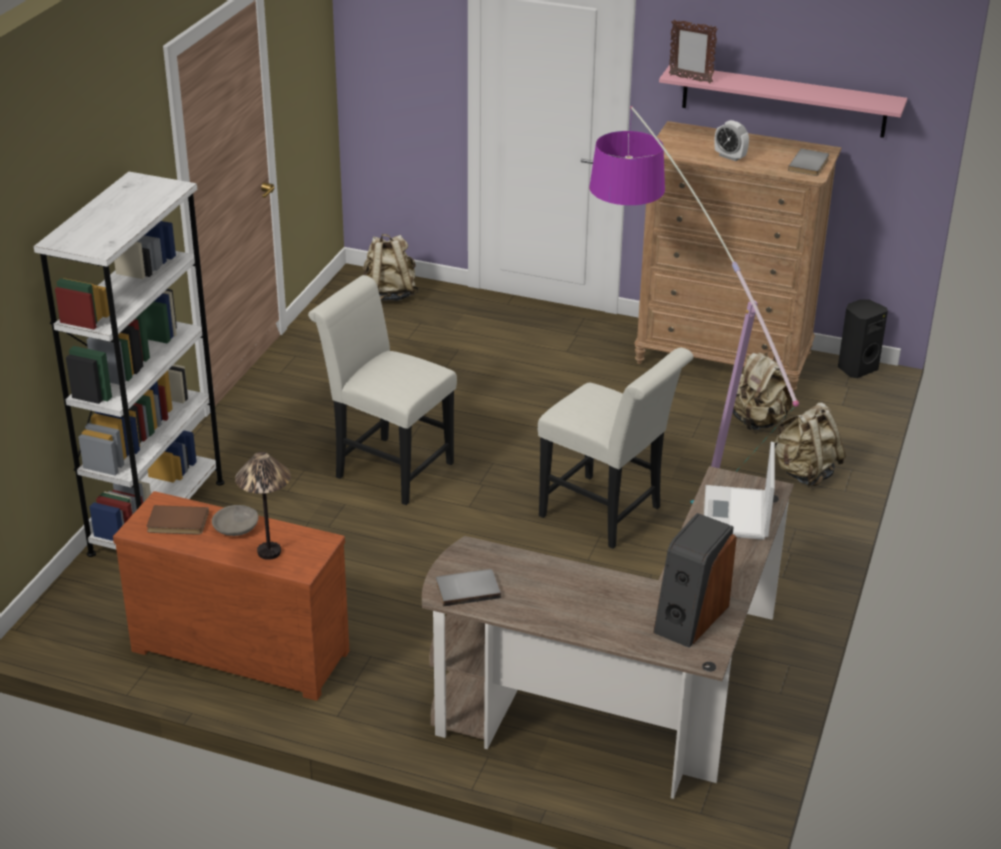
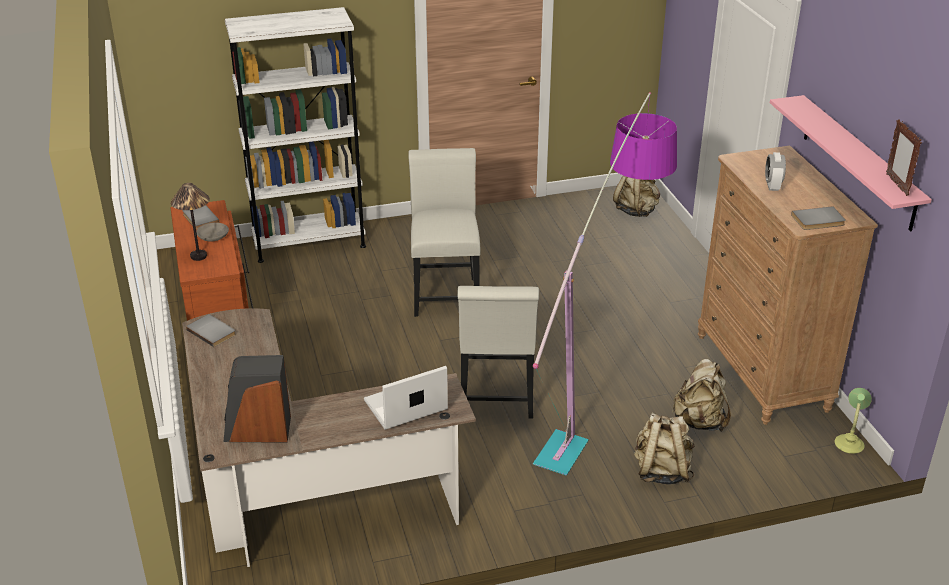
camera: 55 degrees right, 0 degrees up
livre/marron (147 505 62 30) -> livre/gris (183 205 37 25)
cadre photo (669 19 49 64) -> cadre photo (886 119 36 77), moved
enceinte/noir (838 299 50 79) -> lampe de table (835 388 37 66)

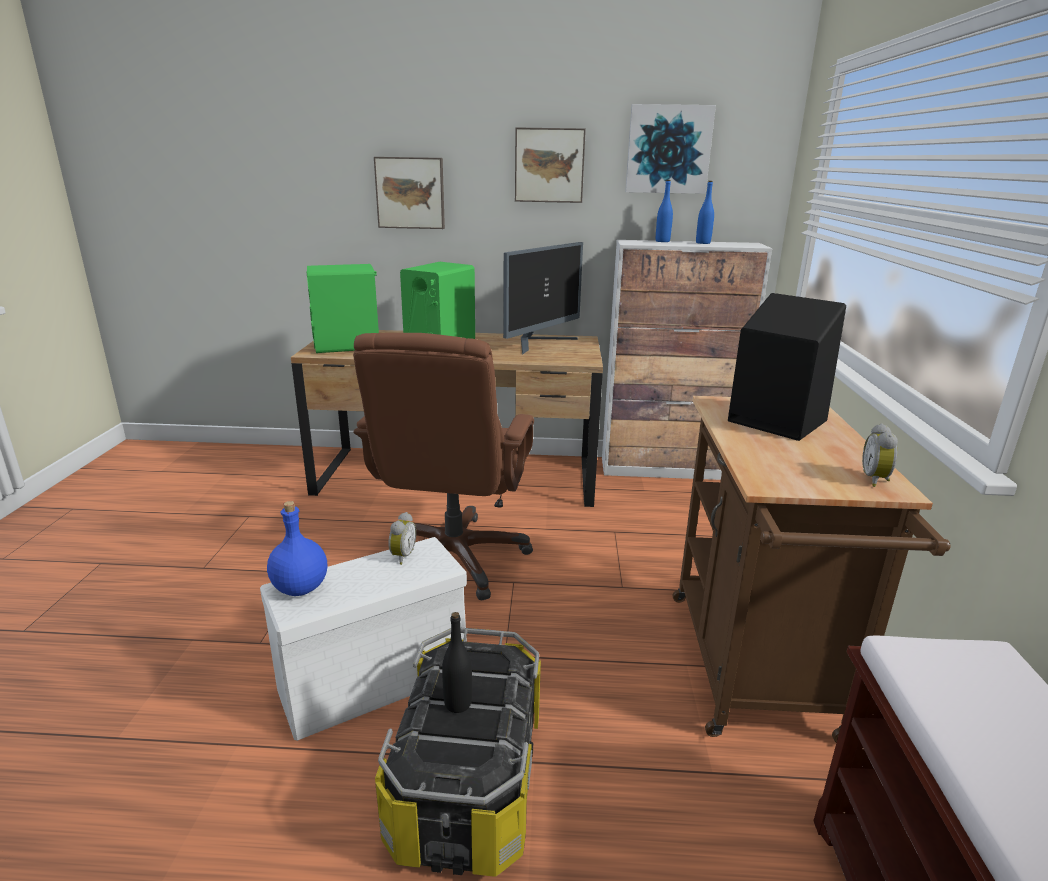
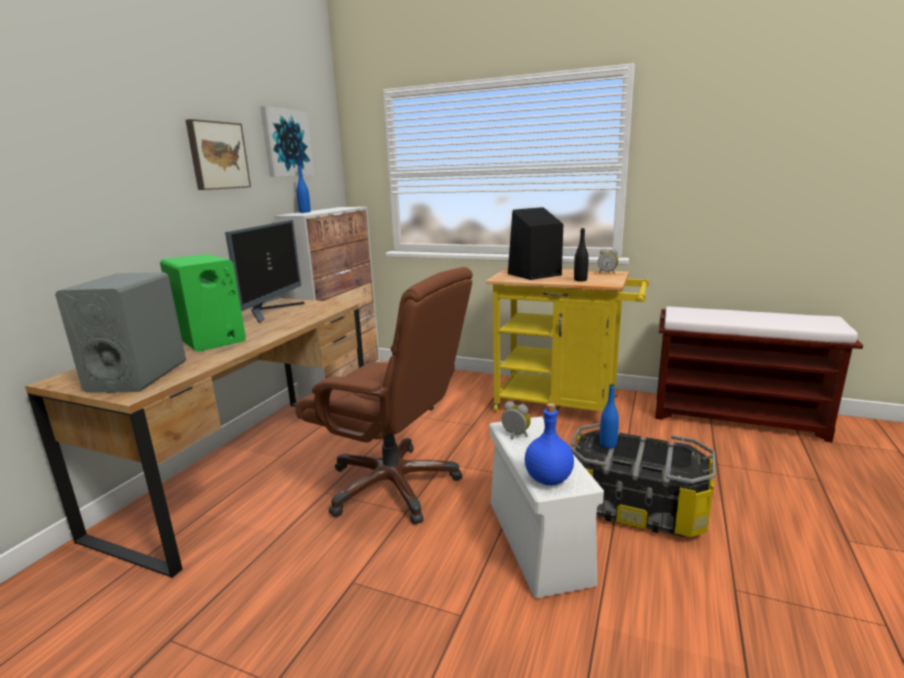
camera: 70 degrees left, 5 degrees down
enceinte/vert (307 264 72 89) -> enceinte/gris (55 272 131 121)
tableau (374 157 71 72) -> none
bouteille/noir (442 612 30 101) -> bouteille/noir (574 228 14 53), moved
écran d'ordinateur (503 242 80 113) -> écran d'ordinateur (225 220 79 104), 45 degrees clockwise
chariot/marron (672 396 278 347) -> chariot/jaune (485 267 164 145)
bouteille/bleu (696 181 18 63) -> bouteille/bleu (600 384 19 64), moved

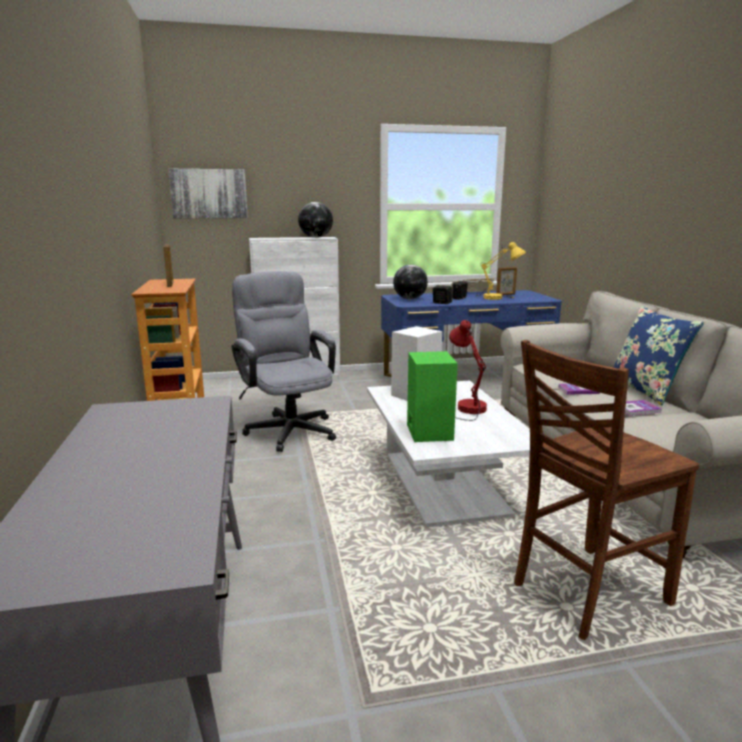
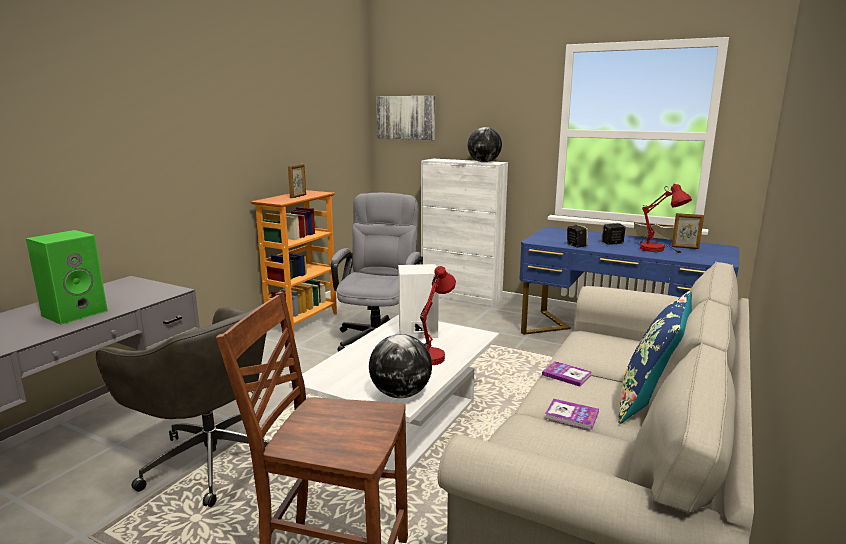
camera: 40 degrees right, 0 degrees up
globe (393 265 35 34) -> globe (369 334 63 64), moved
enceinte/vert (407 351 51 91) -> enceinte/vert (26 230 82 95), moved
lampe de table/jaune (475 242 51 58) -> lampe de table/rouge (639 184 53 69)
none -> chaise de bureau/gris (96 305 174 202)

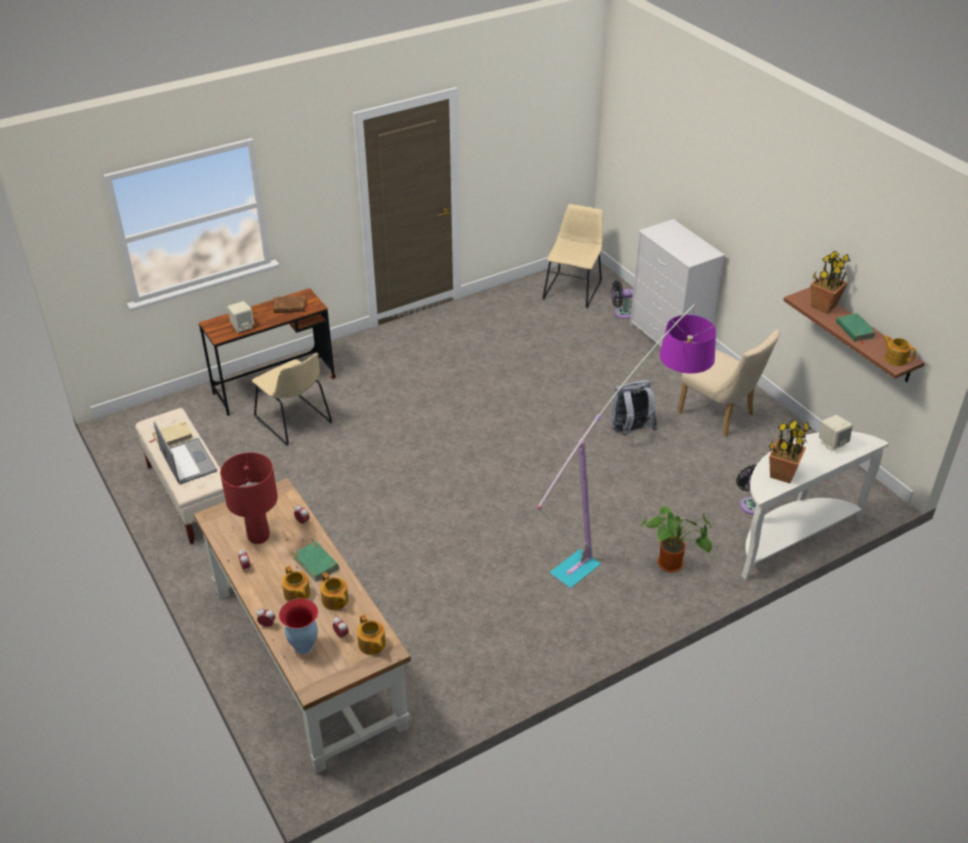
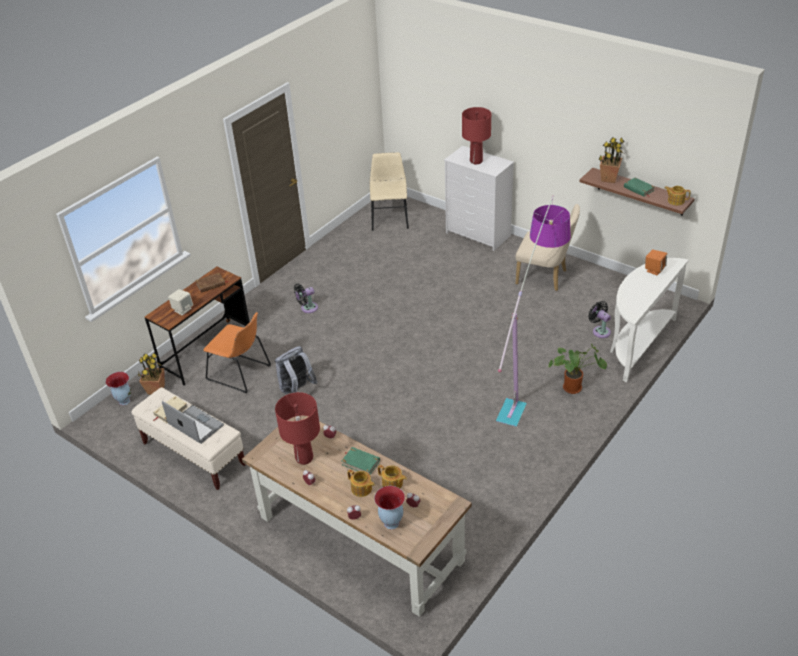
camera: 20 degrees left, 0 degrees up
chaise/beige (252 353 80 93) -> chaise/orange (203 312 68 81)
théière (357 614 29 41) -> none
ventilateur/noir (611 281 22 38) -> ventilateur/noir (294 284 24 29), moved
sac à dos/gris (611 380 46 56) -> sac à dos/gris (275 346 43 48), moved
plante en pot (769 419 42 64) -> plante en pot (138 353 27 42), moved
enceinte/beige (819 415 34 36) -> enceinte/orange (645 250 22 25)
none -> vase (106 372 25 33)
none -> lampe de table/rouge (462 107 29 57)

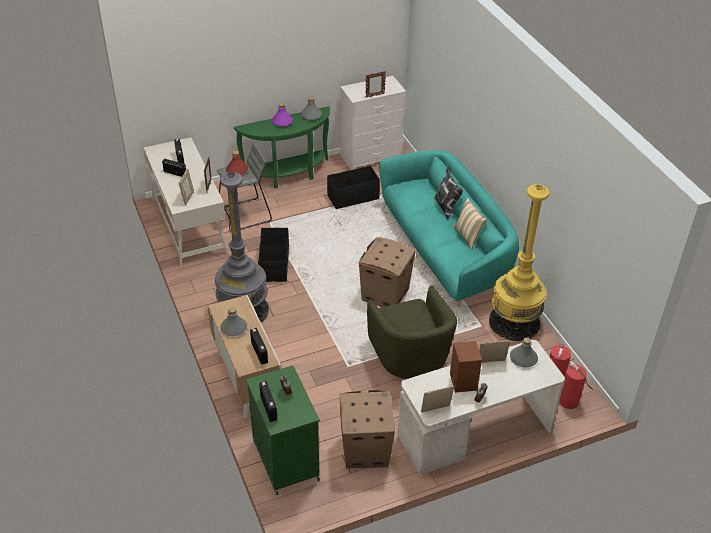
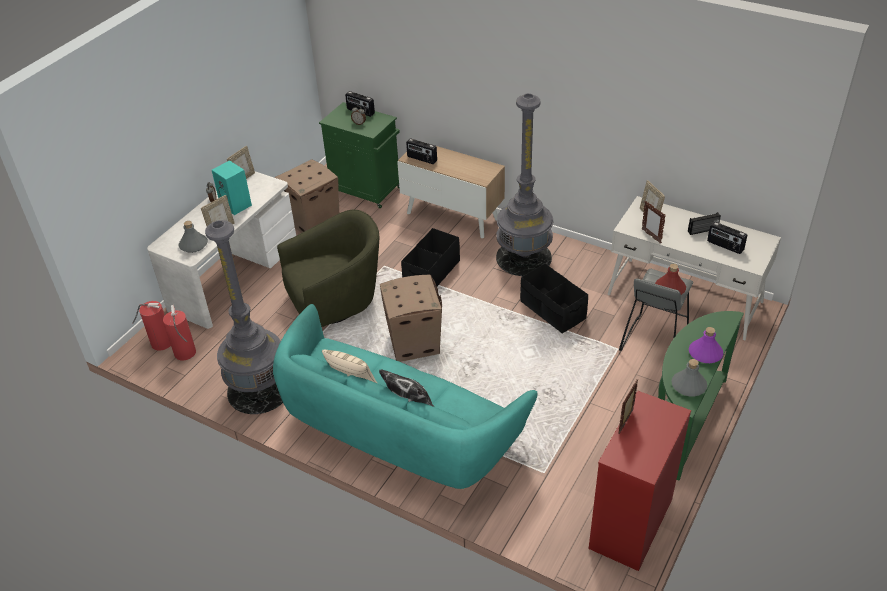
camera: 145 degrees right, 0 degrees up
bouteille/gris (220 307 27 29) -> none
boîte de rangement/noir (327 166 53 43) -> boîte de rangement/noir (401 228 59 58), moved
commode/blanc (340 76 66 94) -> commode/rouge (589 391 102 180)
fauteuil/vert (367 285 90 94) -> fauteuil/vert (277 210 102 117), 120 degrees clockwise
enceinte/marron (450 341 32 52) -> enceinte/turquoise (212 160 40 55)
lampadaire/jaune (489 184 60 157) -> lampadaire/gris (205 220 78 194)

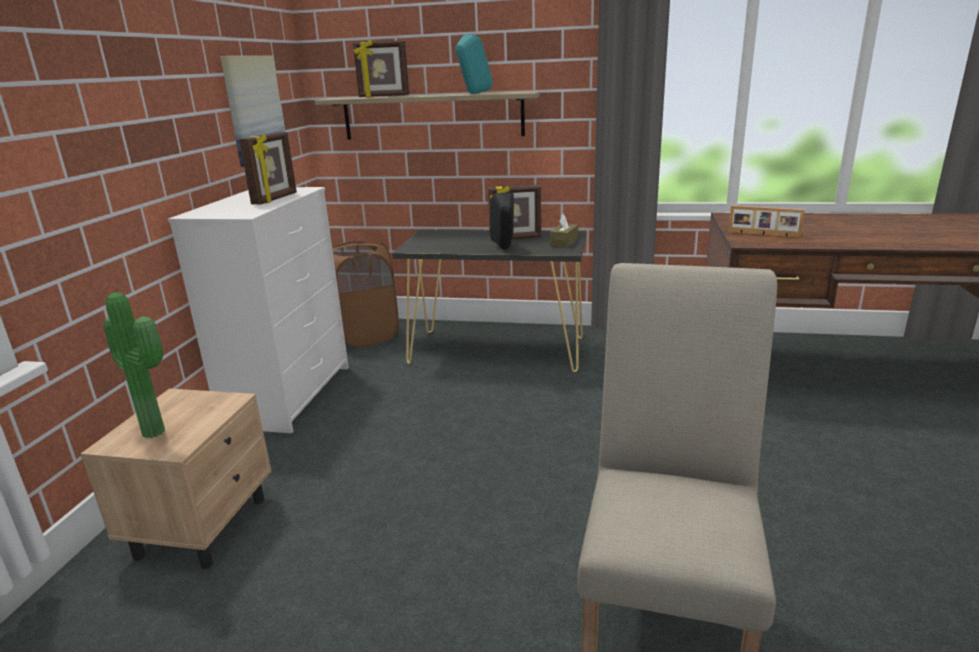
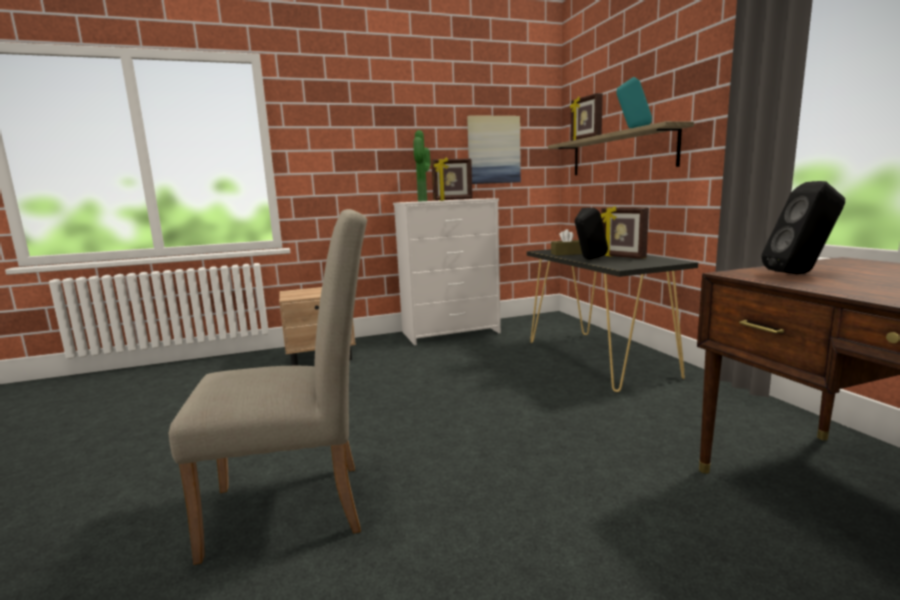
camera: 60 degrees right, 10 degrees down
plante en pot (104 292 61 146) -> plante en pot (413 130 17 71), moved
panier à linge/marron (332 241 67 106) -> none
boîte à mouchoirs/marron (550 214 28 34) -> boîte à mouchoirs/marron (551 229 31 27), moved
cadre photo (728 205 77 33) -> enceinte/noir (761 181 84 93)

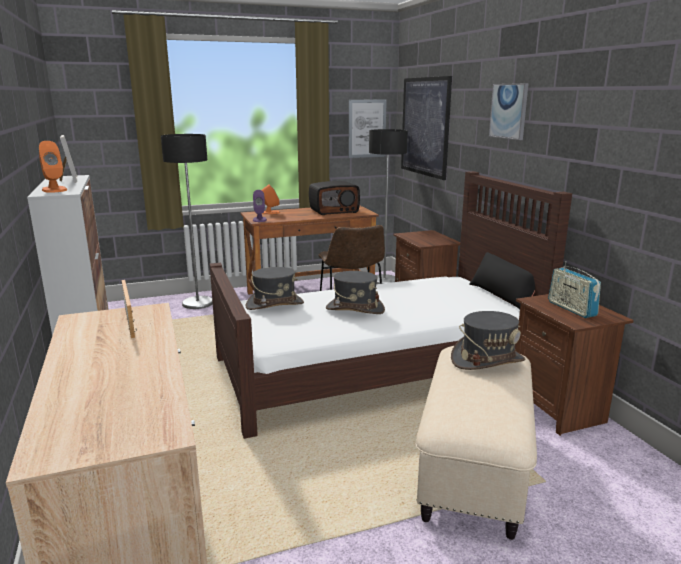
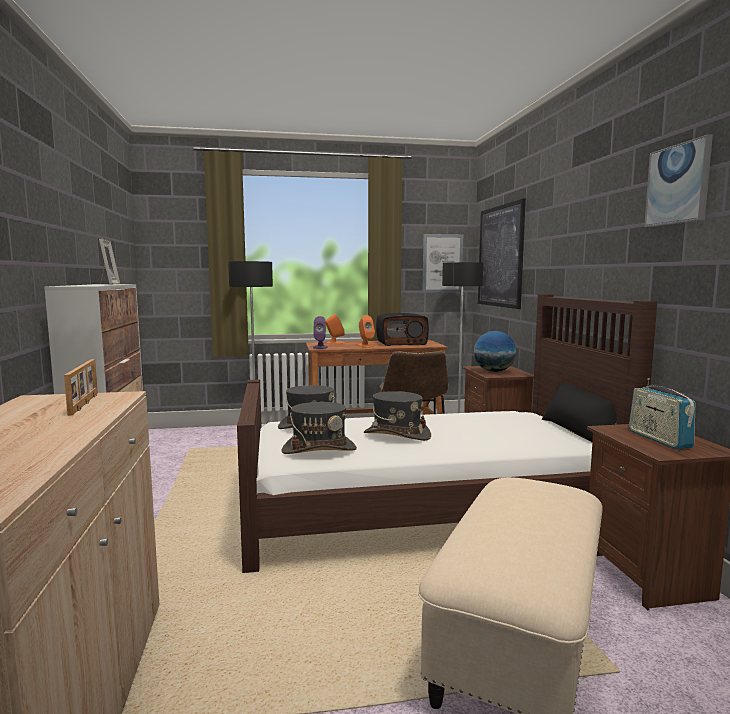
camera: 10 degrees right, 10 degrees down
enceinte/orange (39 141 28 52) -> enceinte/orange (358 315 17 32), moved
chapeau/gris (451 311 74 59) -> chapeau/gris (281 402 76 52), moved
tableau (489 83 40 57) -> tableau (644 134 69 93), moved
none -> globe (474 331 42 41)

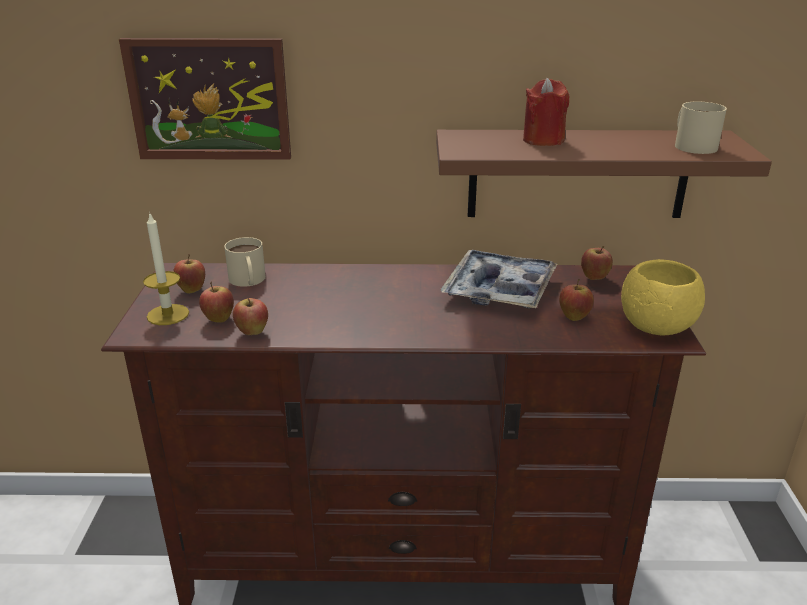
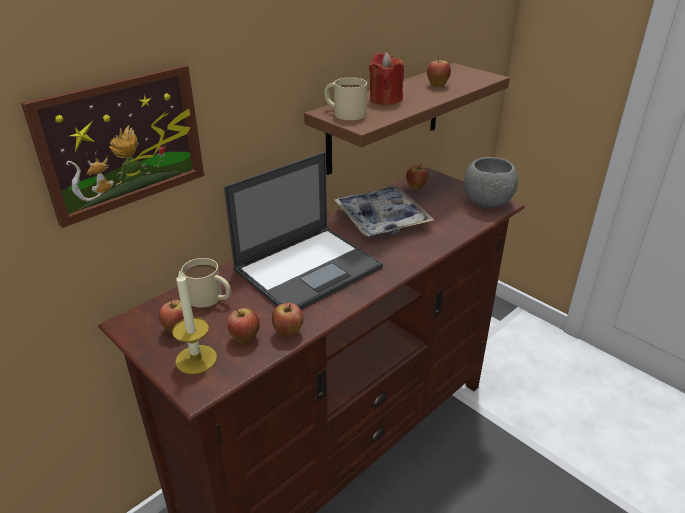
camera: 45 degrees left, 5 degrees up
pomme (559 279 35 42) -> pomme (427 55 24 32), moved
bol/jaune (621 259 84 77) -> bol/gris (464 157 54 51)
mug/beige (675 102 52 52) -> mug/beige (325 77 42 43), moved
none -> ordinateur portable (224 152 159 158)

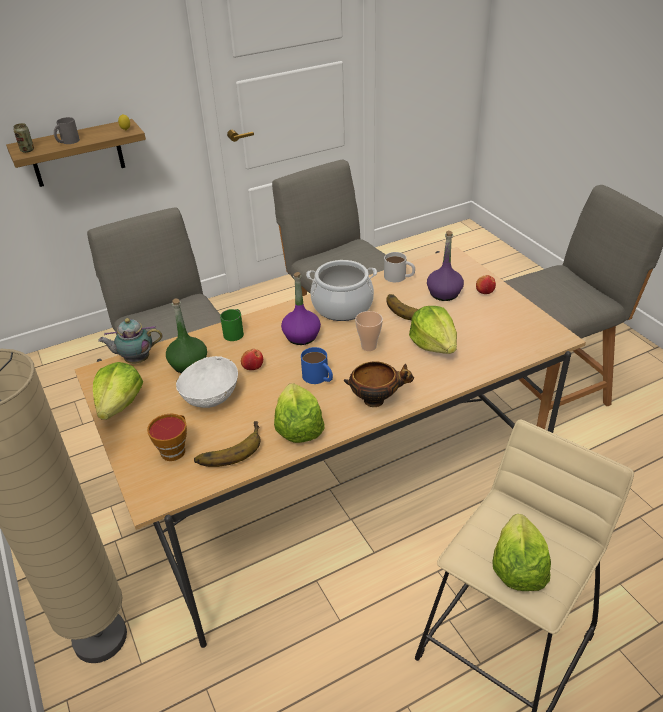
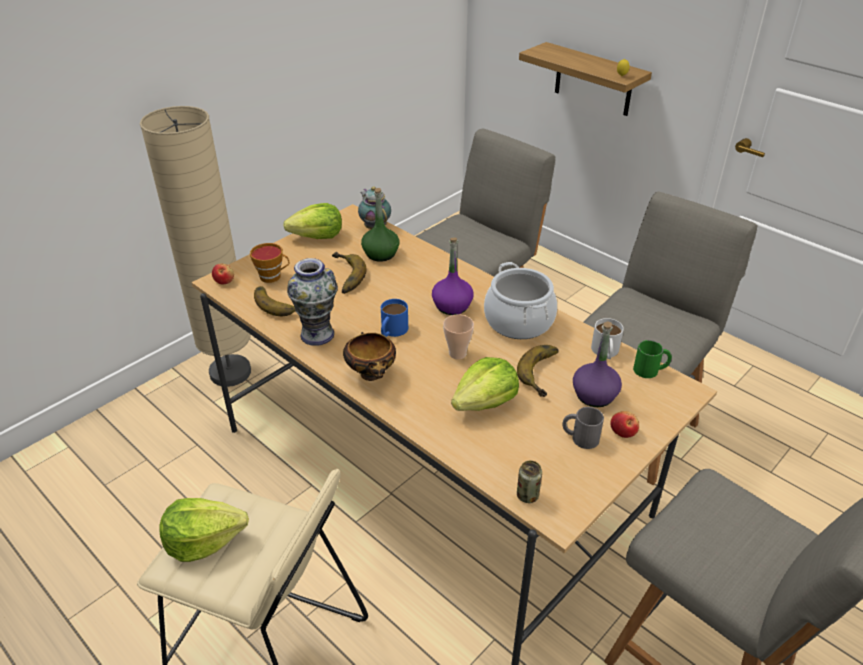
camera: 70 degrees right, 0 degrees up
boîte métallique (13 123 21 30) -> boîte métallique (517 461 25 42), moved
mug/gris (54 117 26 27) -> mug/gris (562 407 42 42), moved
bol/blanc (176 356 62 52) -> banane (332 252 34 42)
mug/vert (220 309 24 32) -> mug/vert (633 340 39 38), moved
pomme (241 349 22 21) -> pomme (212 264 22 20), moved
laitue (274 383 51 60) -> vase (287 258 51 88)

